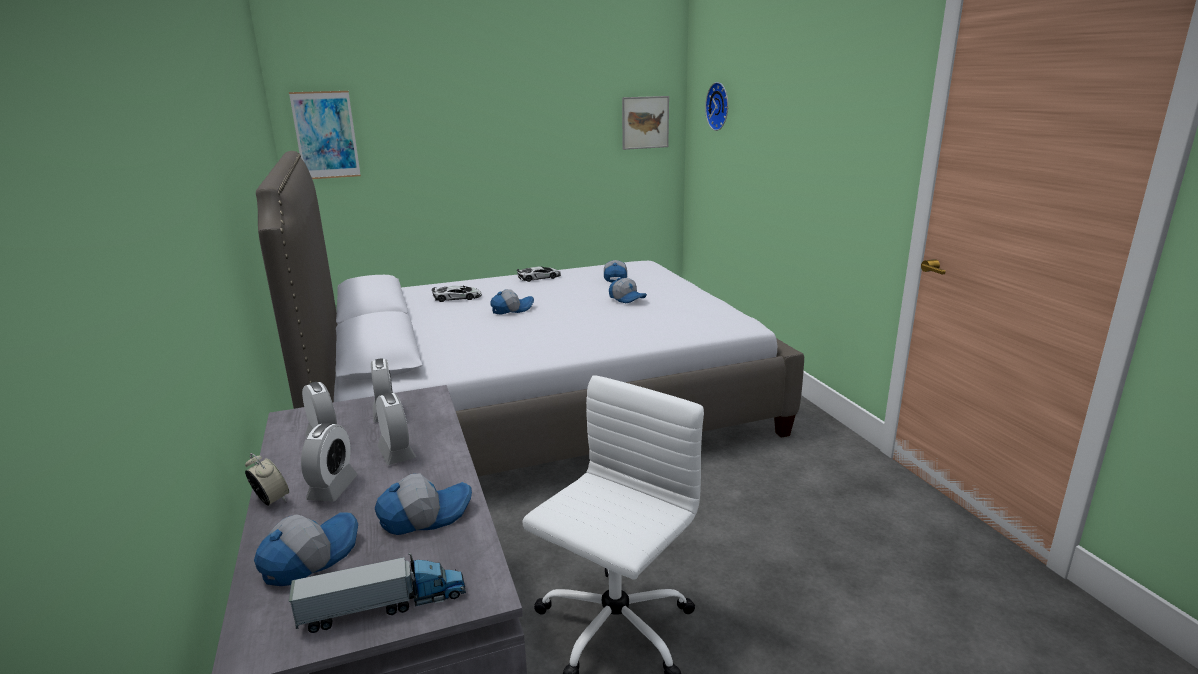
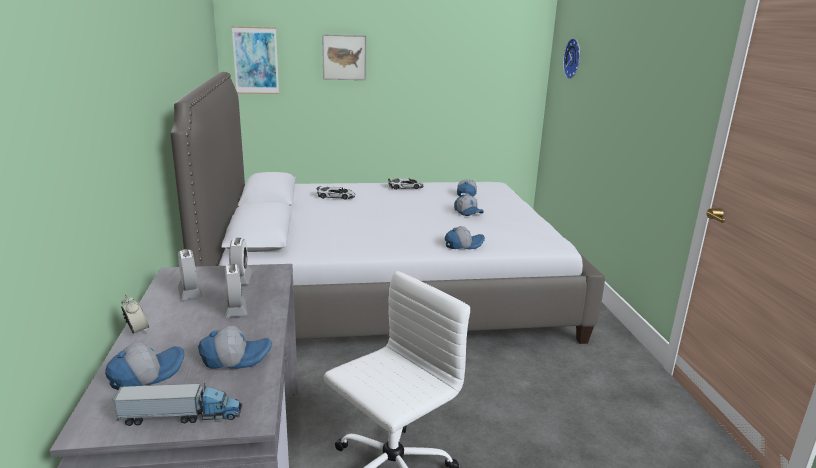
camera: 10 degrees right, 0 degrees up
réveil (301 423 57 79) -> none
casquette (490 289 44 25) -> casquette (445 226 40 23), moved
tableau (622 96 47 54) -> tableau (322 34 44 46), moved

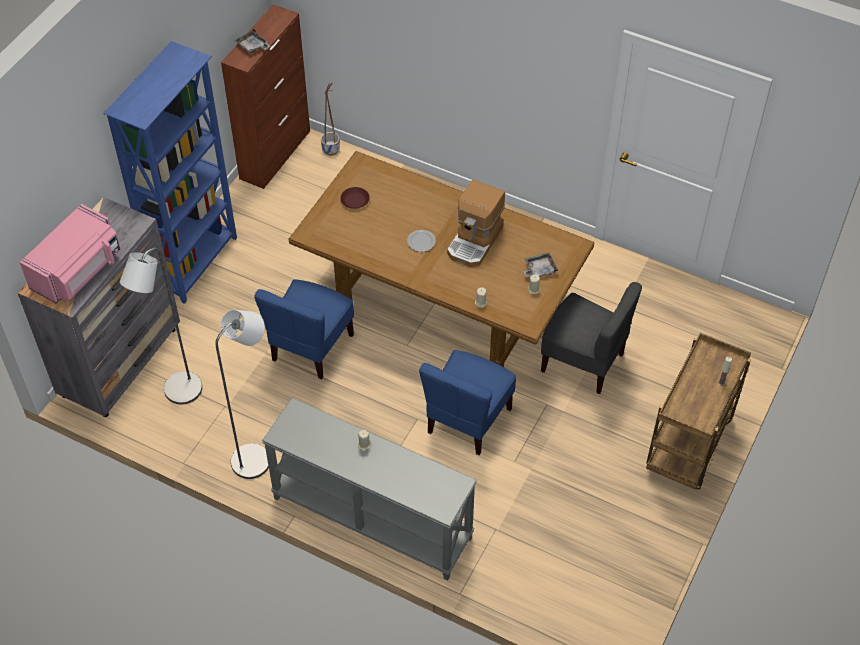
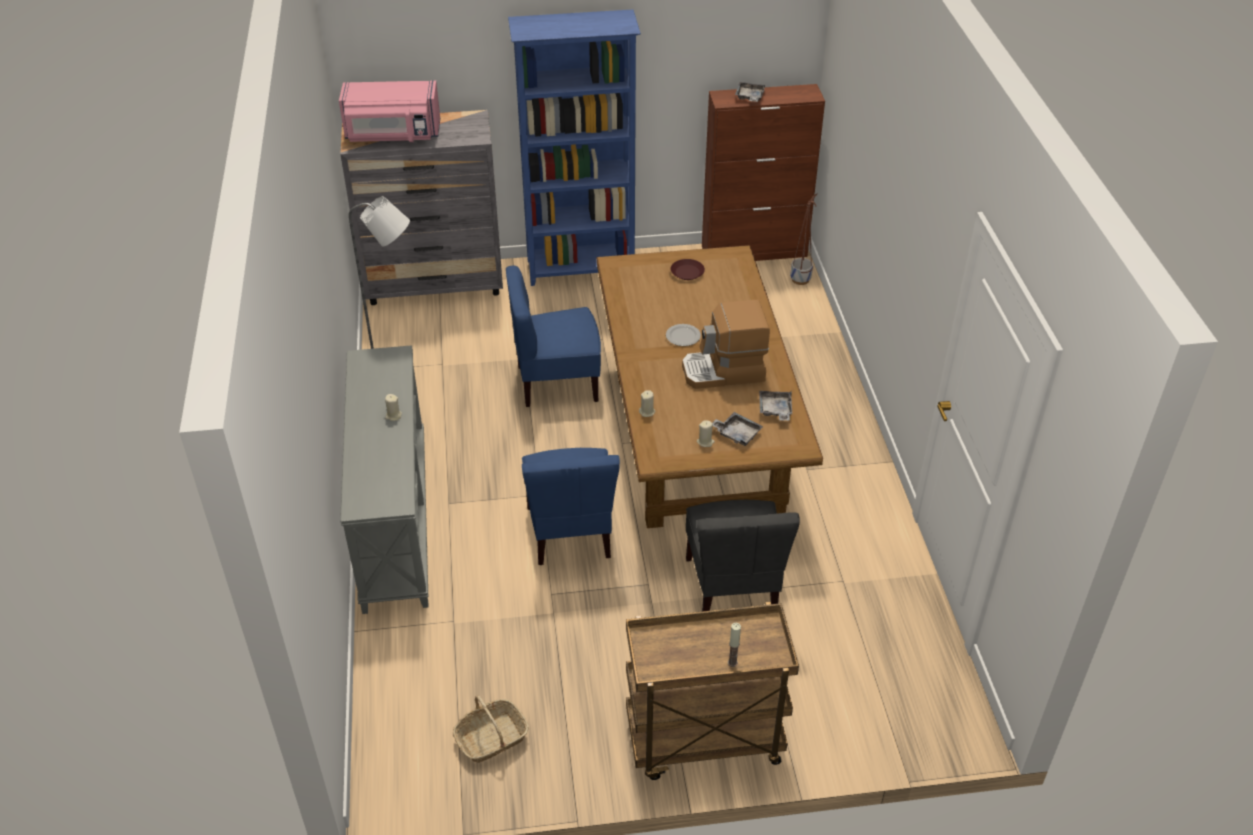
camera: 55 degrees right, 10 degrees down
lampadaire/gris (120 247 82 158) -> none
chaise/bleu (419 350 97 106) -> chaise/bleu (522 448 98 117), 90 degrees counterclockwise
none -> panier (453 695 76 68)
none -> plateau/gris (759 391 33 30)

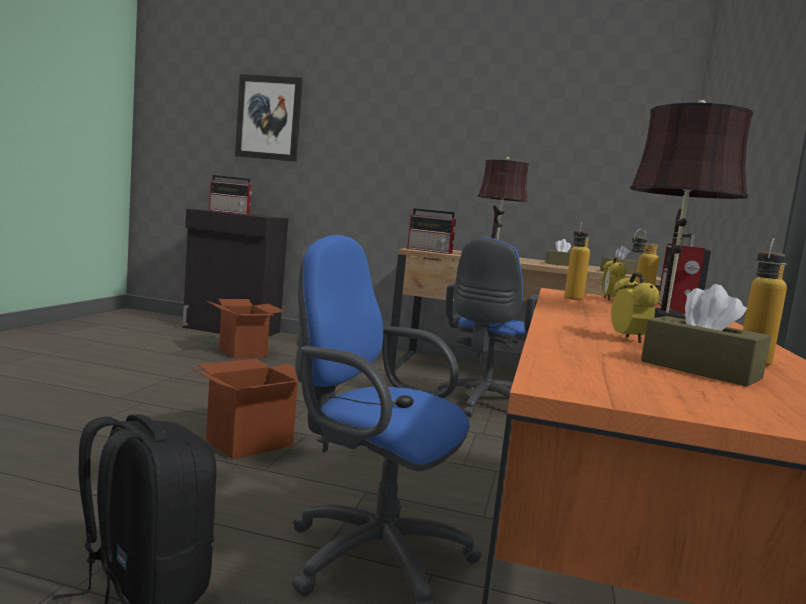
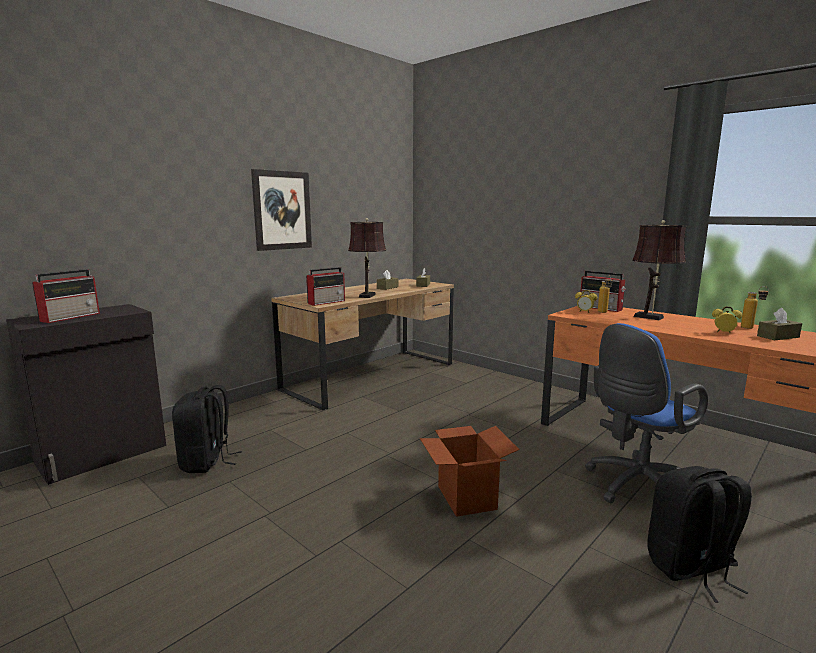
camera: 60 degrees left, 5 degrees up
carton (207 299 79 60) -> sac à dos/noir (172 385 70 88)
tableau (235 74 68 88) -> tableau (251 169 61 82), moved
chaise de bureau/bleu (433 237 106 180) -> none
bouteille (564 223 26 77) -> none

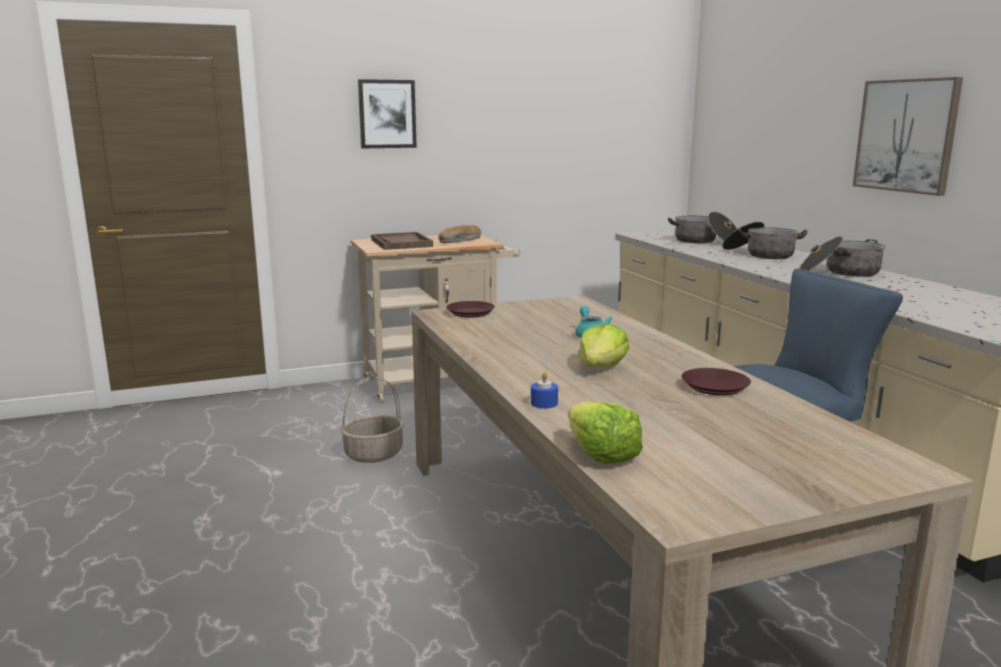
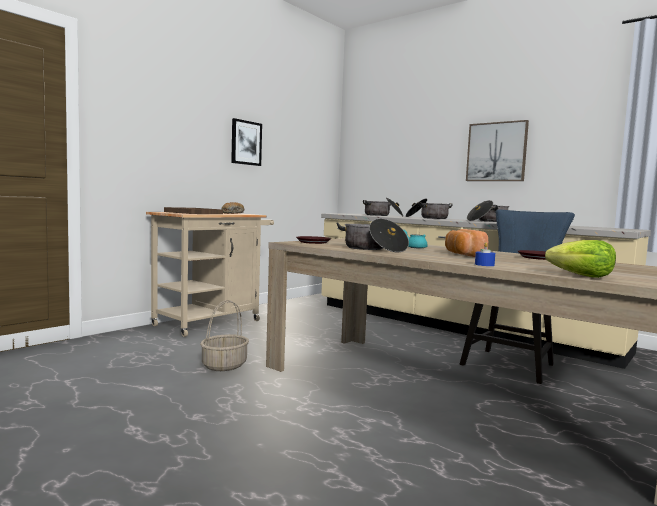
camera: 30 degrees left, 10 degrees down
tableau (358 79 59 69) -> tableau (231 118 31 48), moved
laitue (578 324 51 43) -> pain (445 229 44 28)
none -> marmite (336 219 73 34)

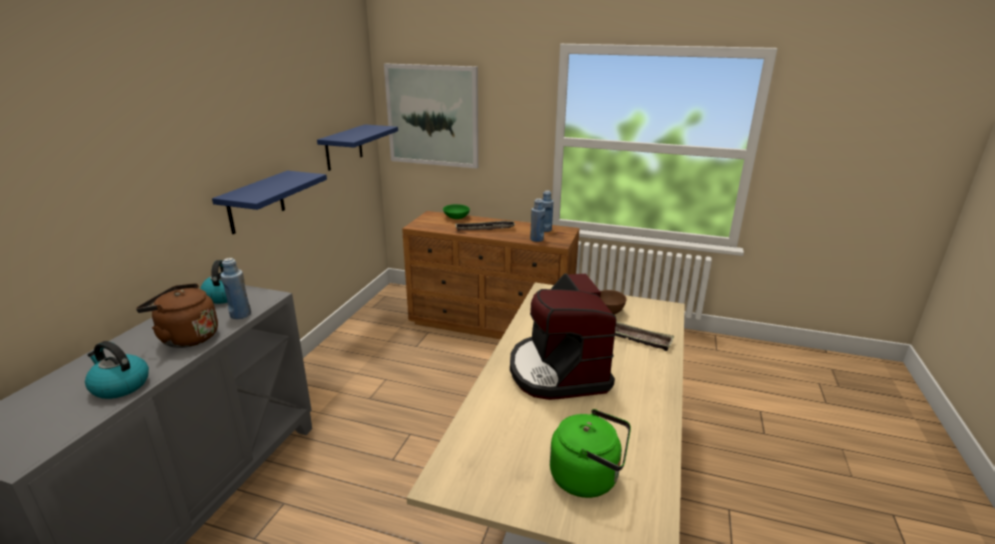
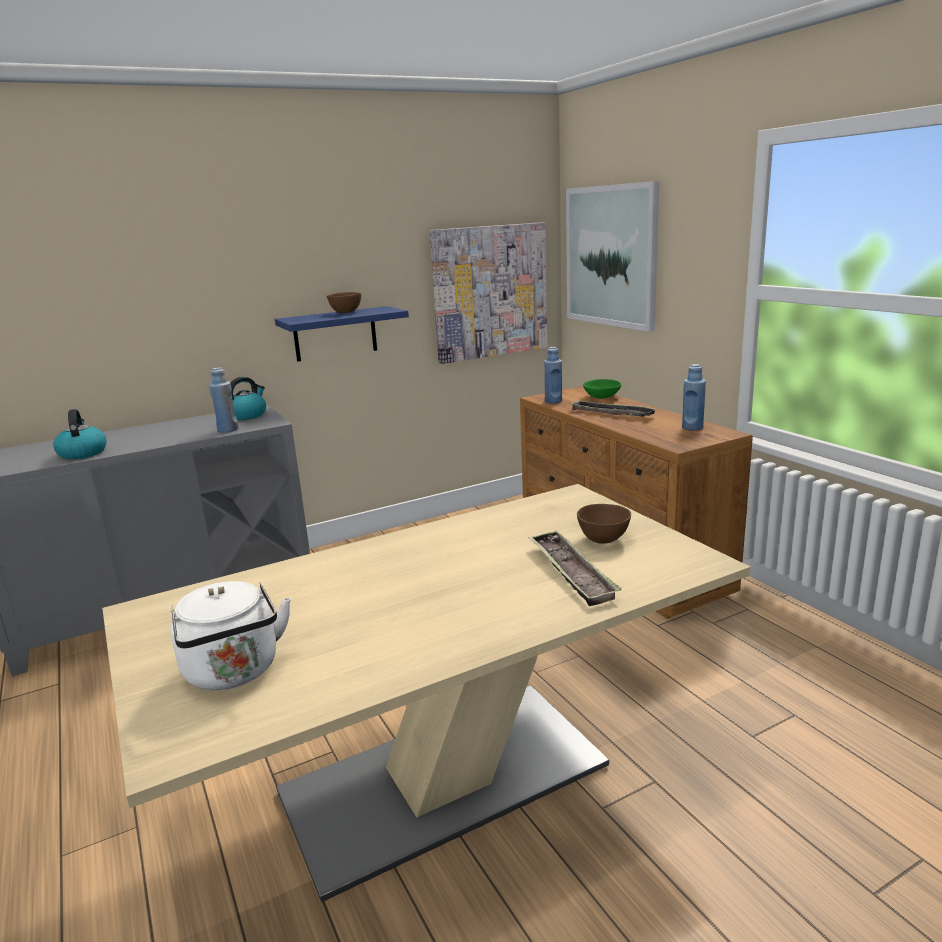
camera: 45 degrees right, 5 degrees down
bouilloire/marron (136 283 82 65) -> none
étagère/bleu (317 124 81 47) -> tableau (430 222 117 142)
machine à café (510 273 106 127) -> none
bouteille/bleu (530 198 15 44) -> bouteille/bleu (544 347 18 57), moved
bouilloire/vert (550 409 81 89) -> bouilloire/blanc (170 581 121 109)
none -> bol/marron (327 292 34 21)

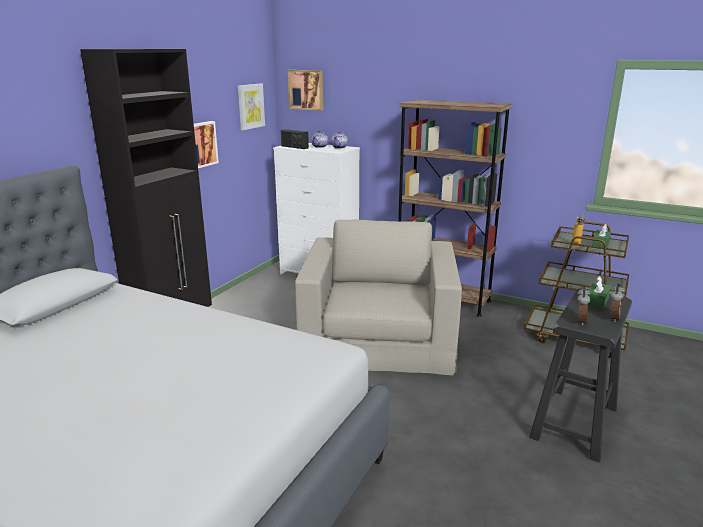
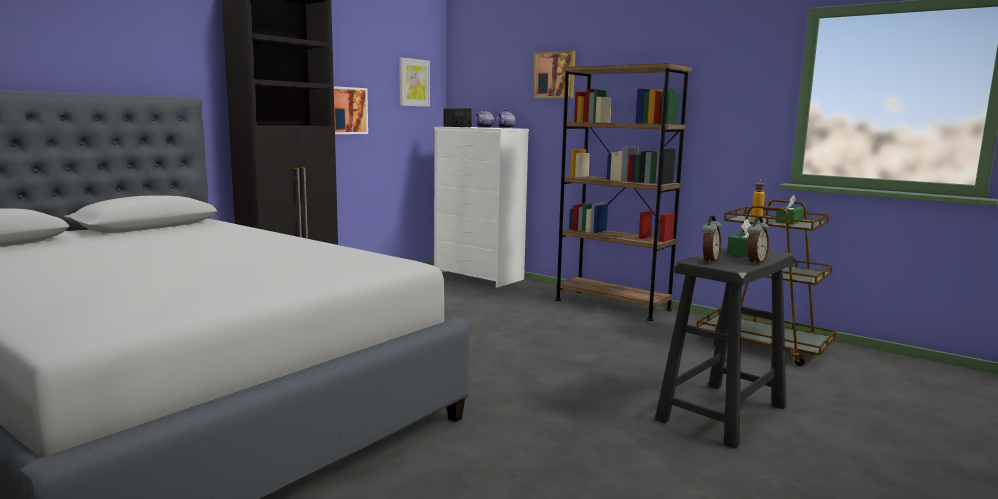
camera: 10 degrees right, 10 degrees down
tableau (288 70 35 41) -> tableau (533 50 43 48), moved
fauteuil/beige (295 220 167 155) -> none

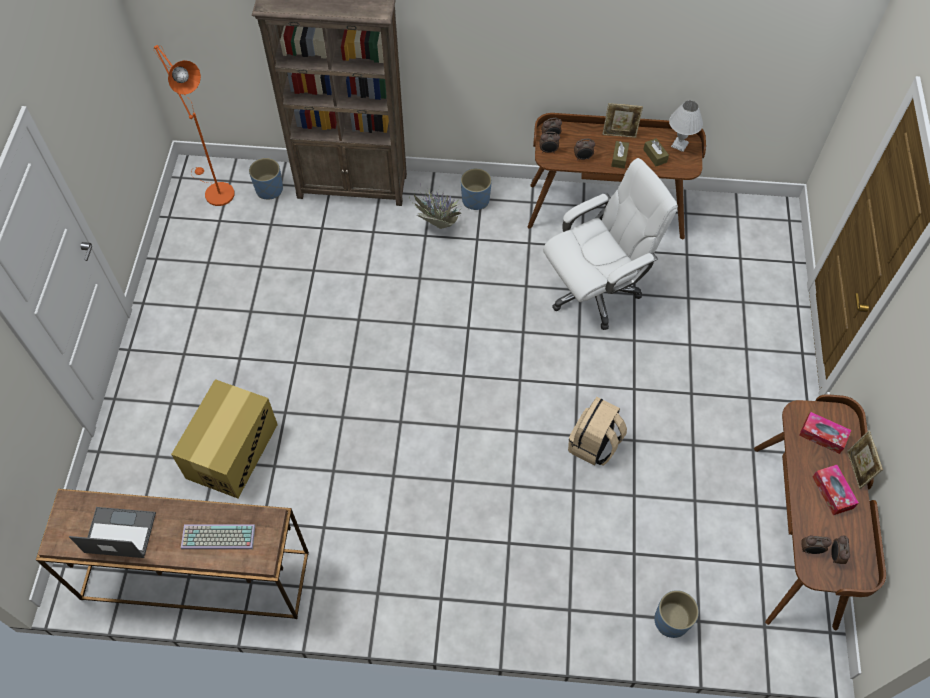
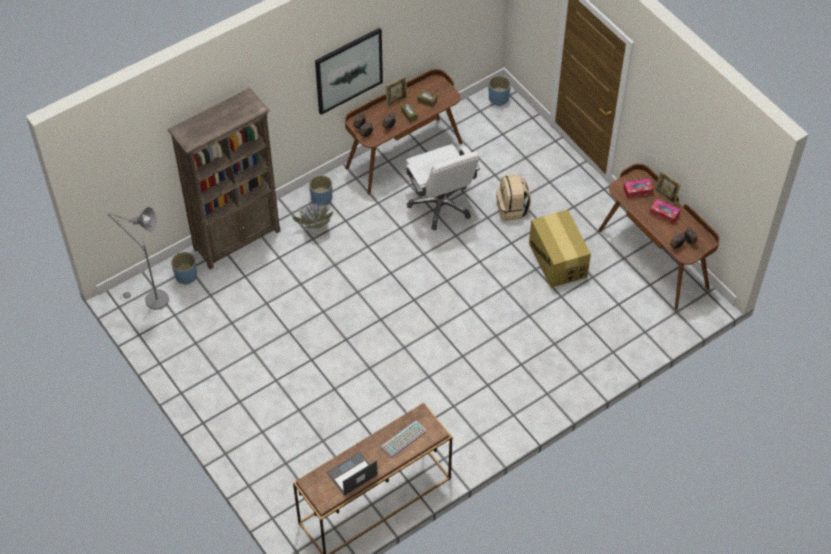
camera: 40 degrees left, 5 degrees down
lampadaire/orange (153 45 82 161) -> lampadaire/gris (107 207 62 103)
carton (171 379 107 119) -> carton (529 210 62 78), moved
chaise de bureau/blanc (543 158 135 172) -> chaise de bureau/blanc (405 144 75 86), 135 degrees clockwise
sac à dos/beige (568 397 59 69) -> sac à dos/beige (496 174 35 47), moved
cache-pot/bleu (654 590 45 48) -> cache-pot/bleu (489 75 22 31), moved
lampe de table/blanc (669 100 34 52) -> none
none -> tableau (315 28 68 87)

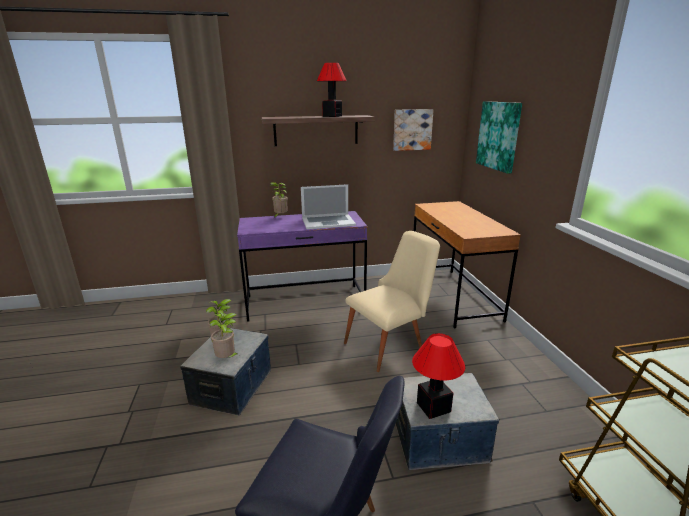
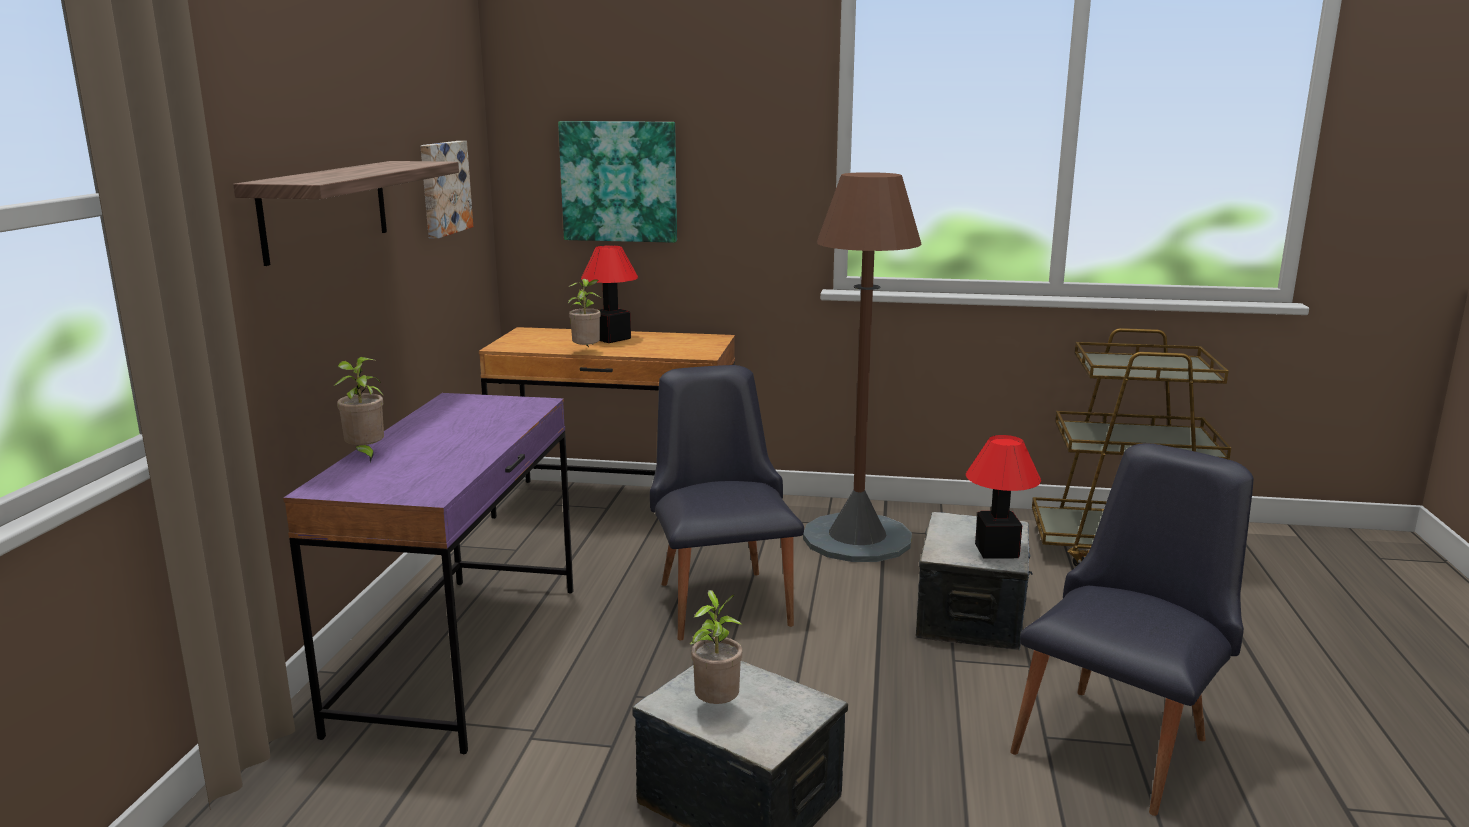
camera: 70 degrees left, 5 degrees down
plante en pot (210 313 29 45) -> plante en pot (568 279 33 68), moved
ordinateur portable (301 184 55 45) -> none
lampe de table (317 63 30 54) -> lampe de table (581 245 57 98), moved
chaise/beige (344 231 96 141) -> chaise/noir (650 365 154 275)
none -> lampadaire/marron (803 172 119 390)

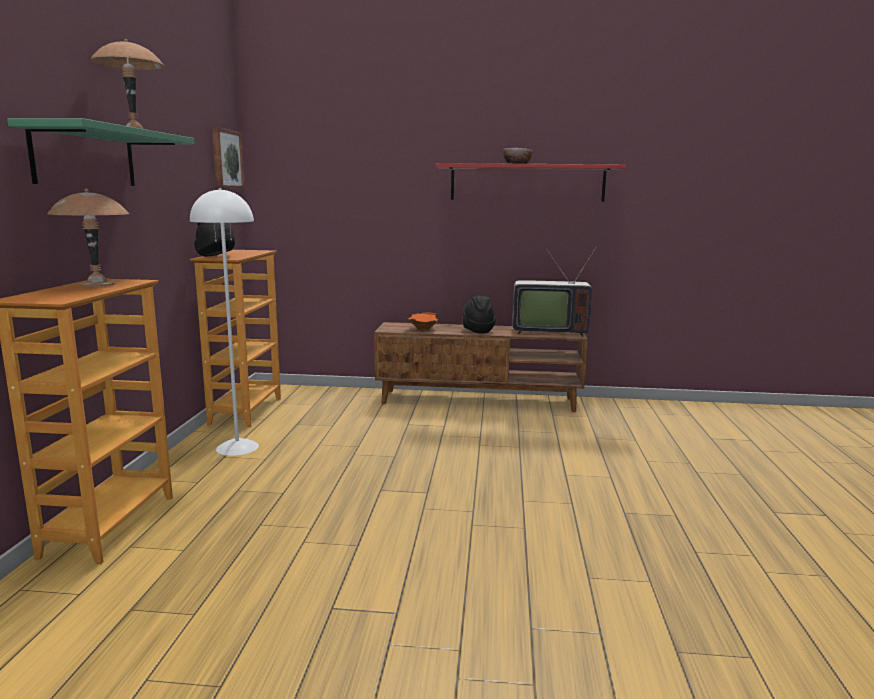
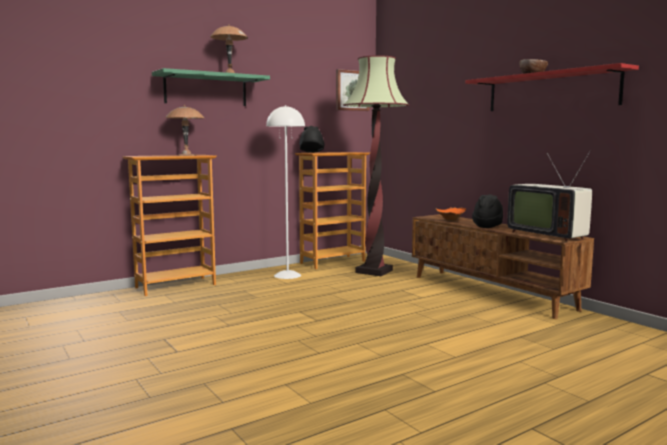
camera: 50 degrees right, 5 degrees down
none -> lampadaire (343 56 67 220)

